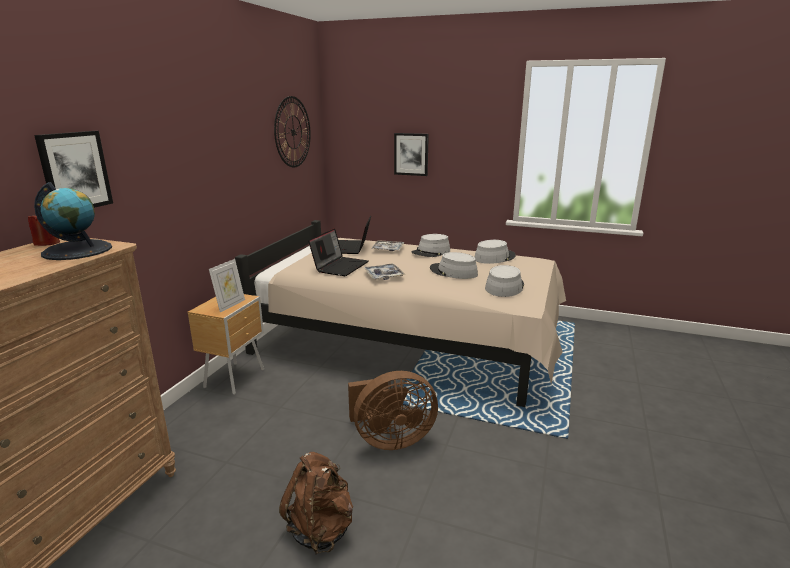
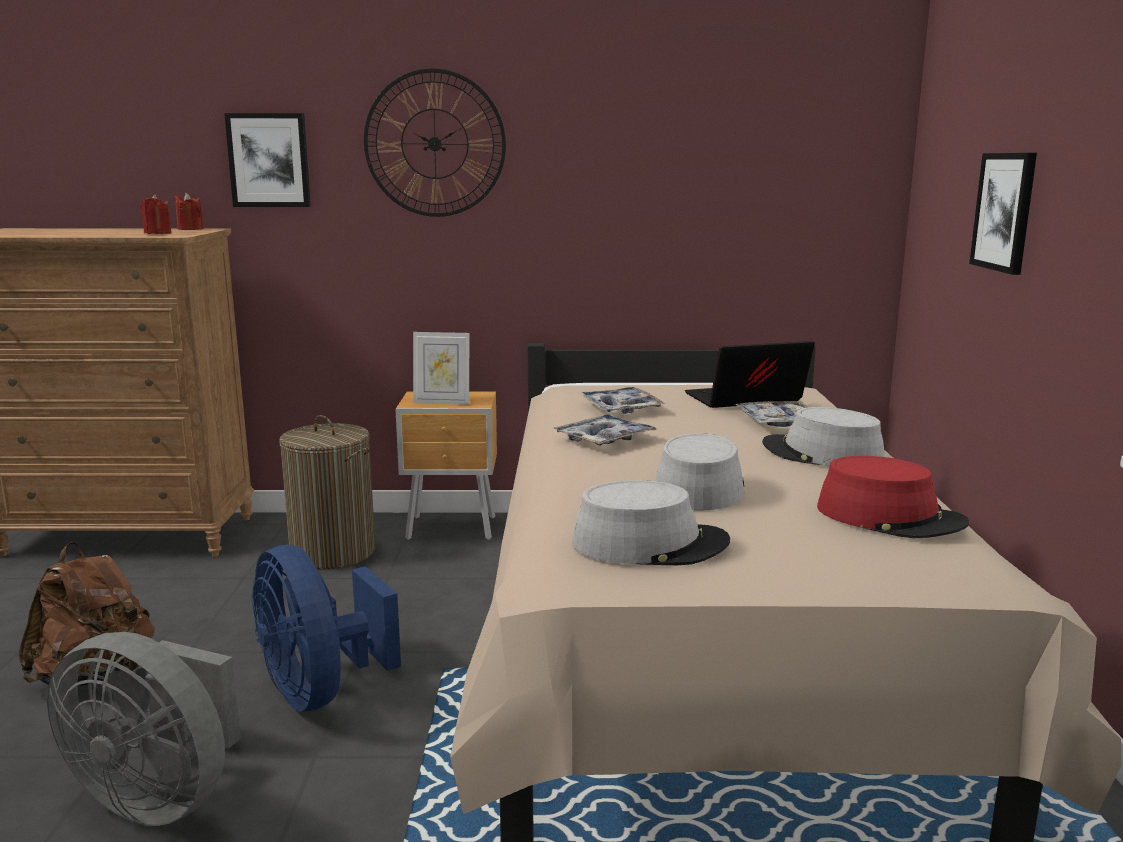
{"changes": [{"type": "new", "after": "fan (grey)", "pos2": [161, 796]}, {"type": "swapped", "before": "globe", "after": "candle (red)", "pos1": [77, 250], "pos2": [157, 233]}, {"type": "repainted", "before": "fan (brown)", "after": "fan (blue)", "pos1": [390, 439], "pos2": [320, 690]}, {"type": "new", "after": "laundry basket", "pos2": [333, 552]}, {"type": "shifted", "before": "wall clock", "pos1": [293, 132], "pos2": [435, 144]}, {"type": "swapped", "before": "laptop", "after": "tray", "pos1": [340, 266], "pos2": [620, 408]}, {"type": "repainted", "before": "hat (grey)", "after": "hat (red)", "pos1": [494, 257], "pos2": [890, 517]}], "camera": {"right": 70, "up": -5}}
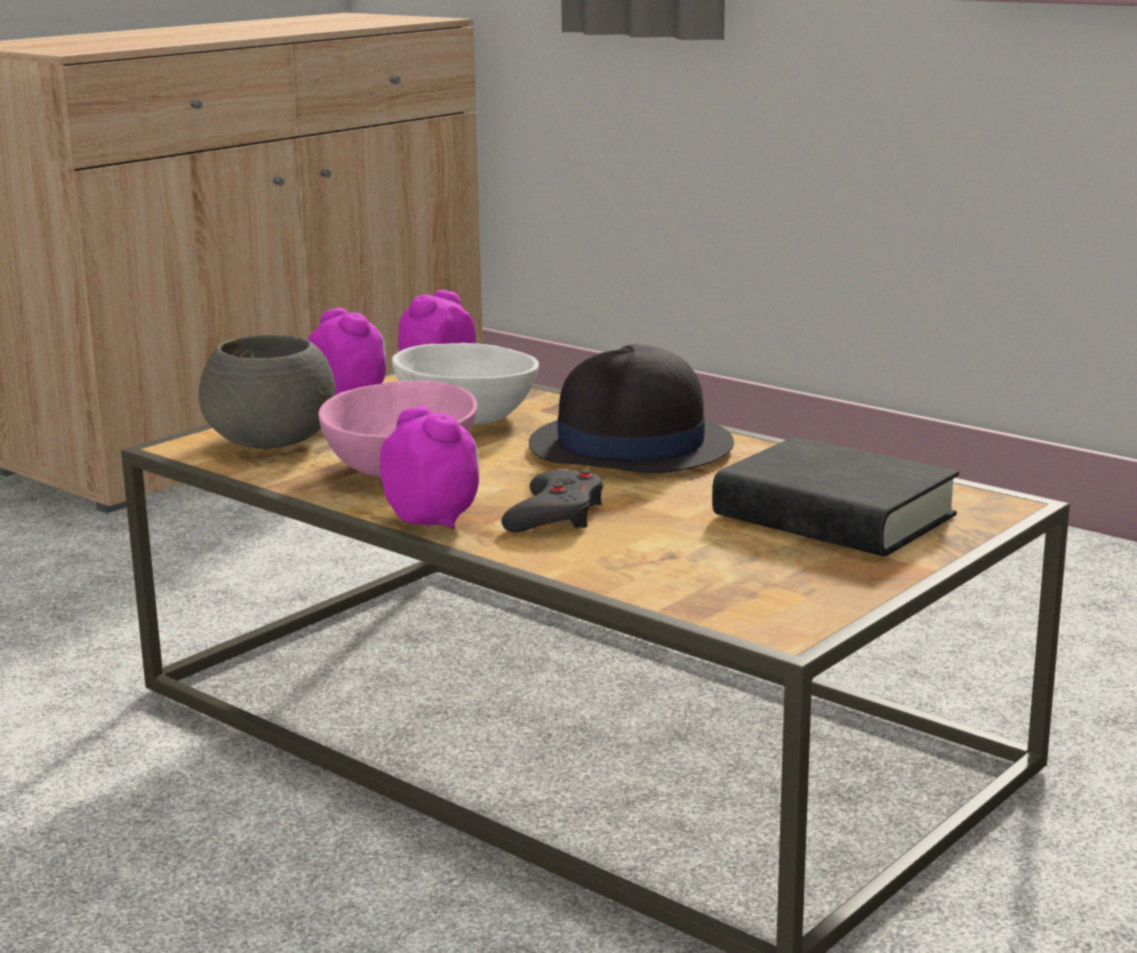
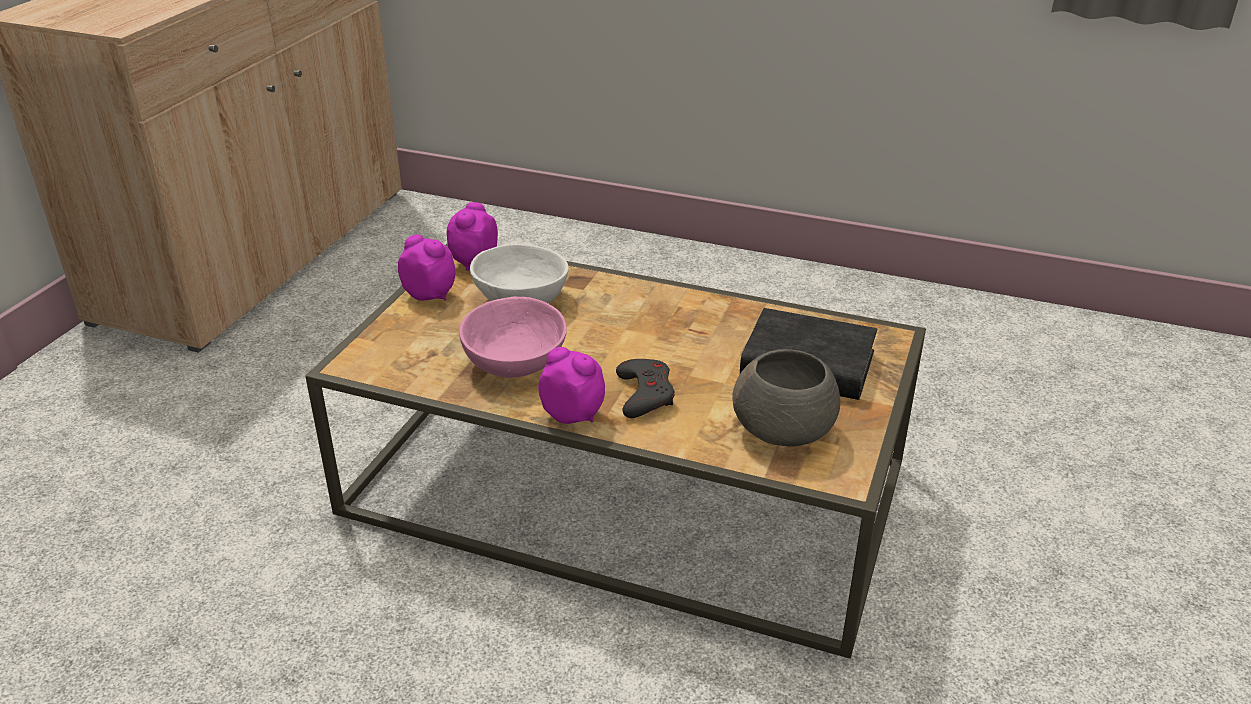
{"changes": [{"type": "shifted", "before": "bowl (grey)", "pos1": [271, 442], "pos2": [784, 431]}, {"type": "gone", "before": "hat (black)", "pos1": [631, 448]}], "camera": {"right": -20, "up": 15}}
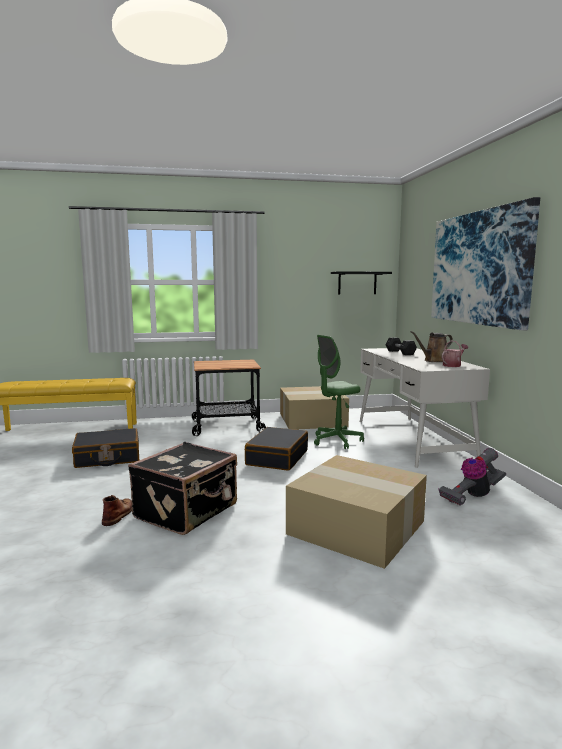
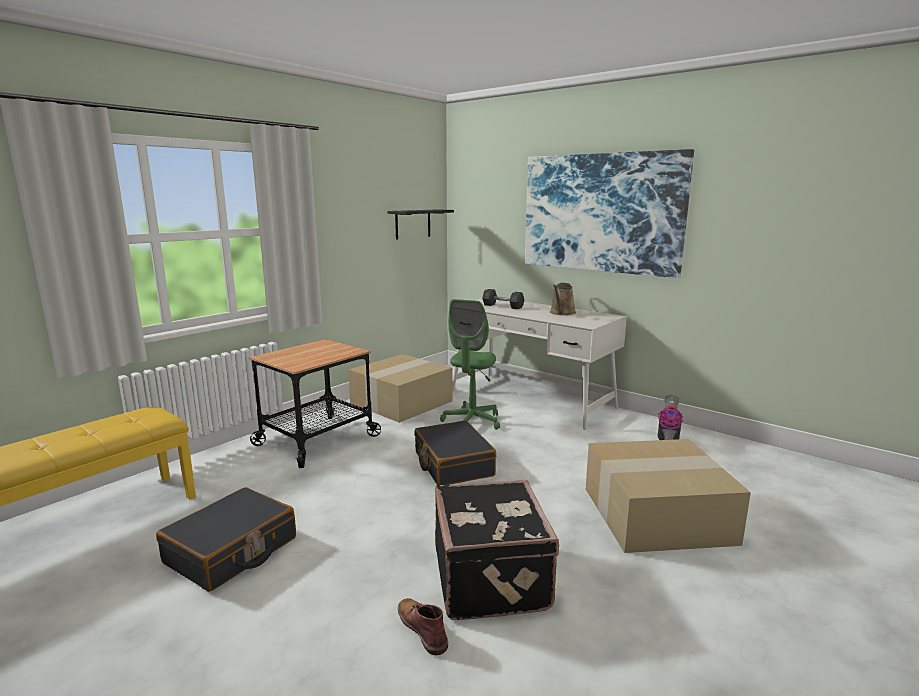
{"changes": [{"type": "gone", "before": "watering can", "pos1": [453, 365]}], "camera": {"right": -40, "up": 5}}
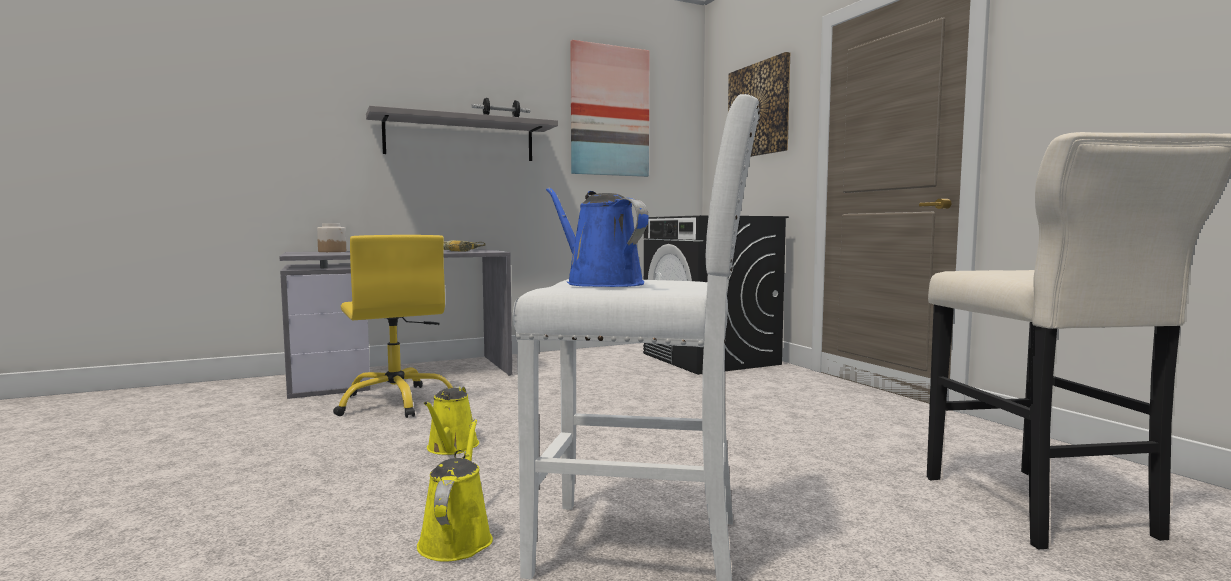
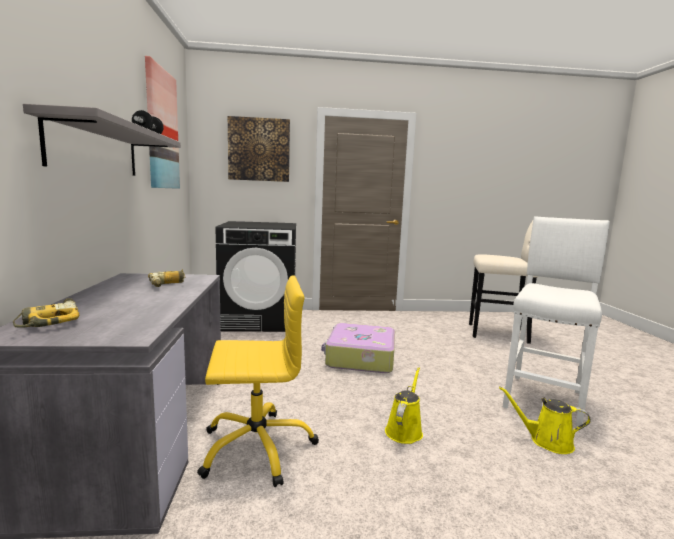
{"changes": [{"type": "swapped", "before": "jar", "after": "power drill", "pos1": [332, 251], "pos2": [49, 321]}, {"type": "new", "after": "suitcase", "pos2": [360, 358]}, {"type": "rotated", "before": "watering can (yellow)", "pos1": [451, 448], "pos2": [404, 430], "turn": -90}, {"type": "gone", "before": "watering can (blue)", "pos1": [599, 284]}], "camera": {"right": -70, "up": 5}}
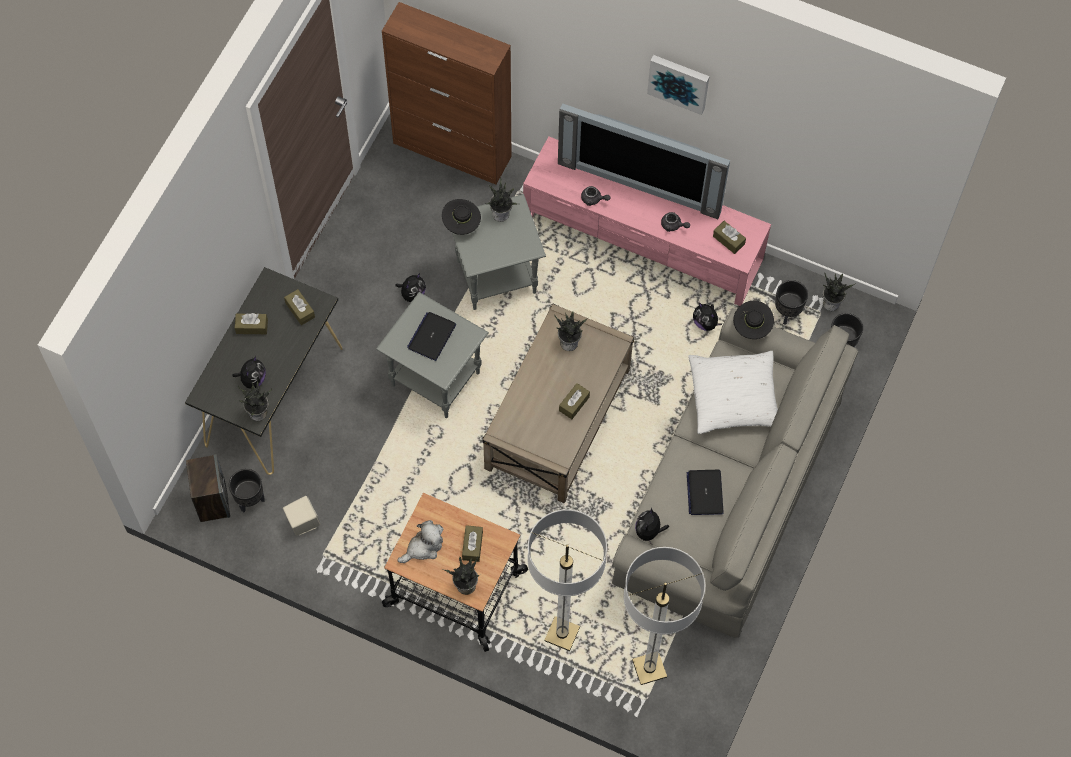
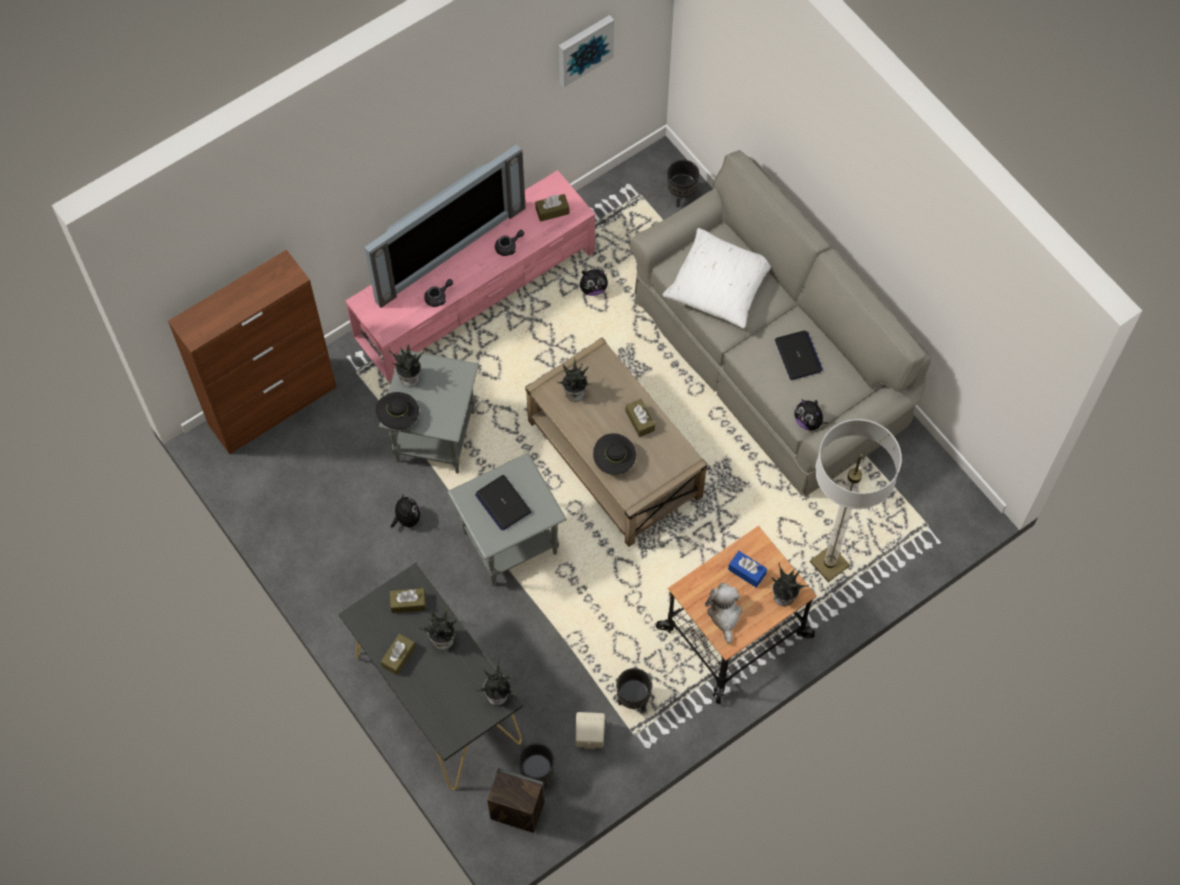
{"changes": [{"type": "shifted", "before": "potted plant", "pos1": [831, 303], "pos2": [442, 639]}, {"type": "shifted", "before": "picture", "pos1": [679, 82], "pos2": [584, 48]}, {"type": "shifted", "before": "hat (black)", "pos1": [752, 327], "pos2": [614, 461]}, {"type": "shifted", "before": "planter (black)", "pos1": [787, 312], "pos2": [632, 700]}, {"type": "repainted", "before": "tissue box (brown)", "after": "tissue box (blue)", "pos1": [472, 546], "pos2": [747, 571]}, {"type": "rotated", "before": "laptop", "pos1": [705, 492], "pos2": [798, 356], "turn": -135}, {"type": "gone", "before": "plush toy", "pos1": [252, 379]}, {"type": "gone", "before": "floor lamp", "pos1": [649, 668]}], "camera": {"right": -60, "up": 0}}
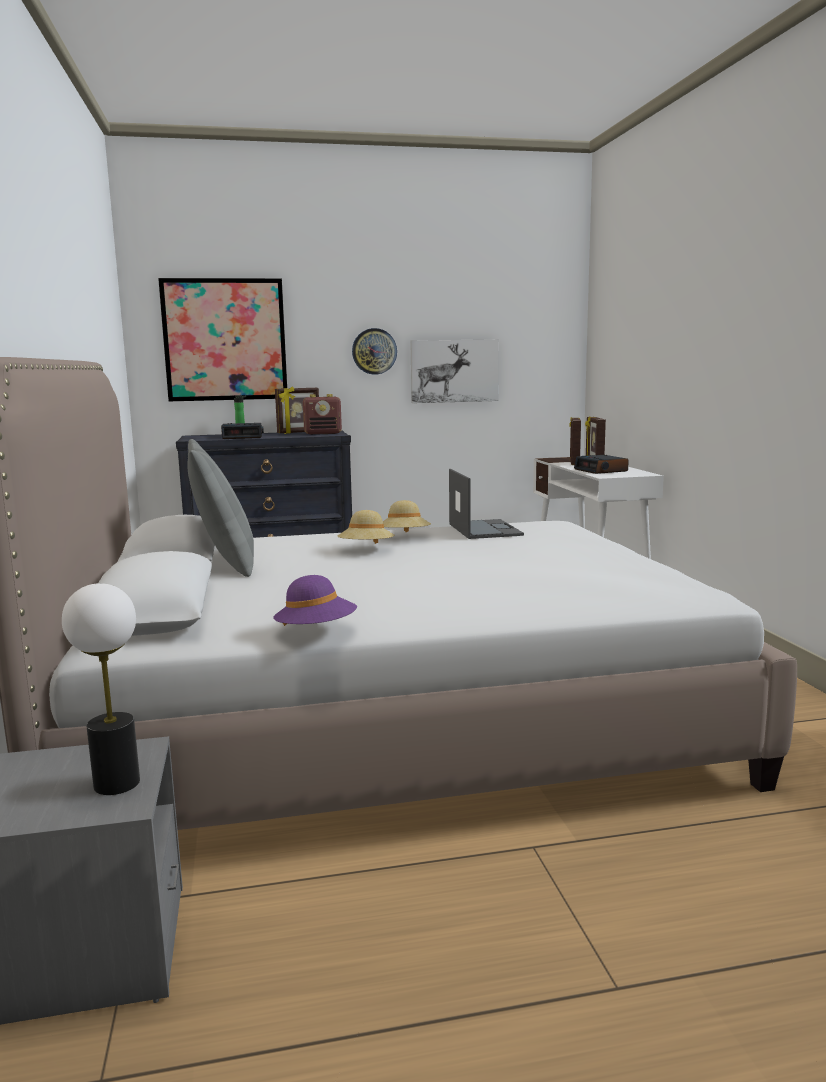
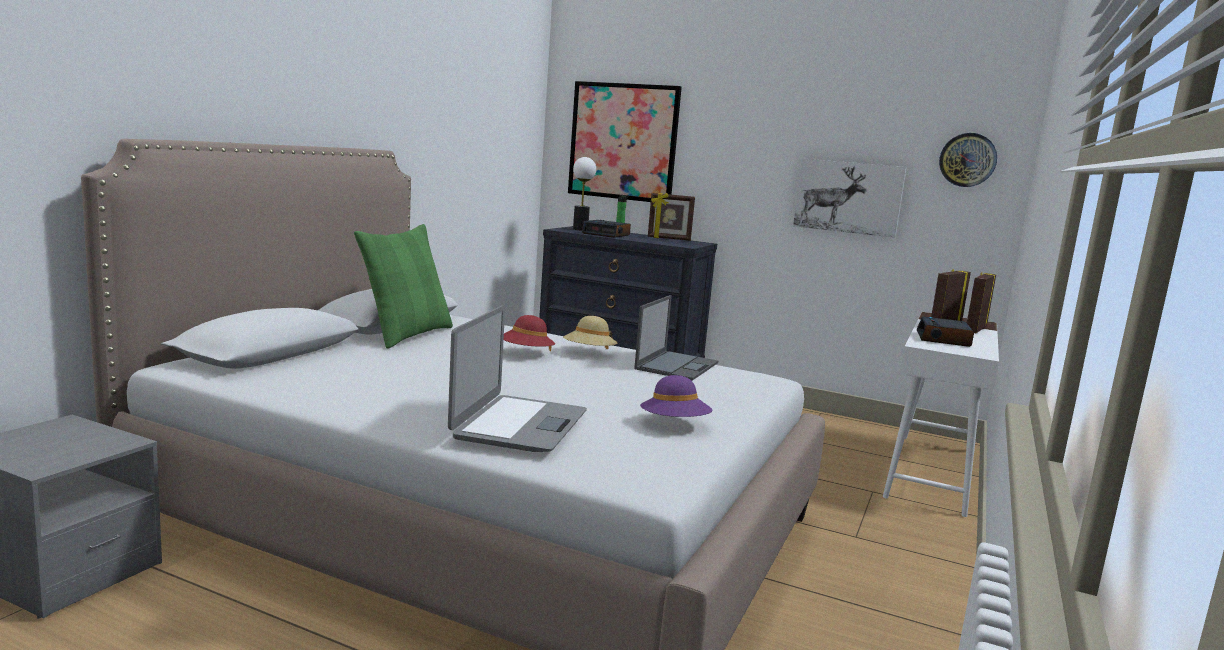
{"changes": [{"type": "repainted", "before": "pillow (grey)", "after": "pillow (green)", "pos1": [225, 563], "pos2": [407, 335]}, {"type": "new", "after": "laptop", "pos2": [519, 425]}, {"type": "repainted", "before": "hat (beige)", "after": "hat (red)", "pos1": [366, 549], "pos2": [526, 353]}, {"type": "shifted", "before": "table lamp", "pos1": [117, 783], "pos2": [580, 229]}, {"type": "shifted", "before": "hat (purple)", "pos1": [316, 632], "pos2": [674, 424]}, {"type": "shifted", "before": "wall clock", "pos1": [374, 351], "pos2": [967, 160]}, {"type": "gone", "before": "radio", "pos1": [323, 433]}], "camera": {"right": 35, "up": 0}}
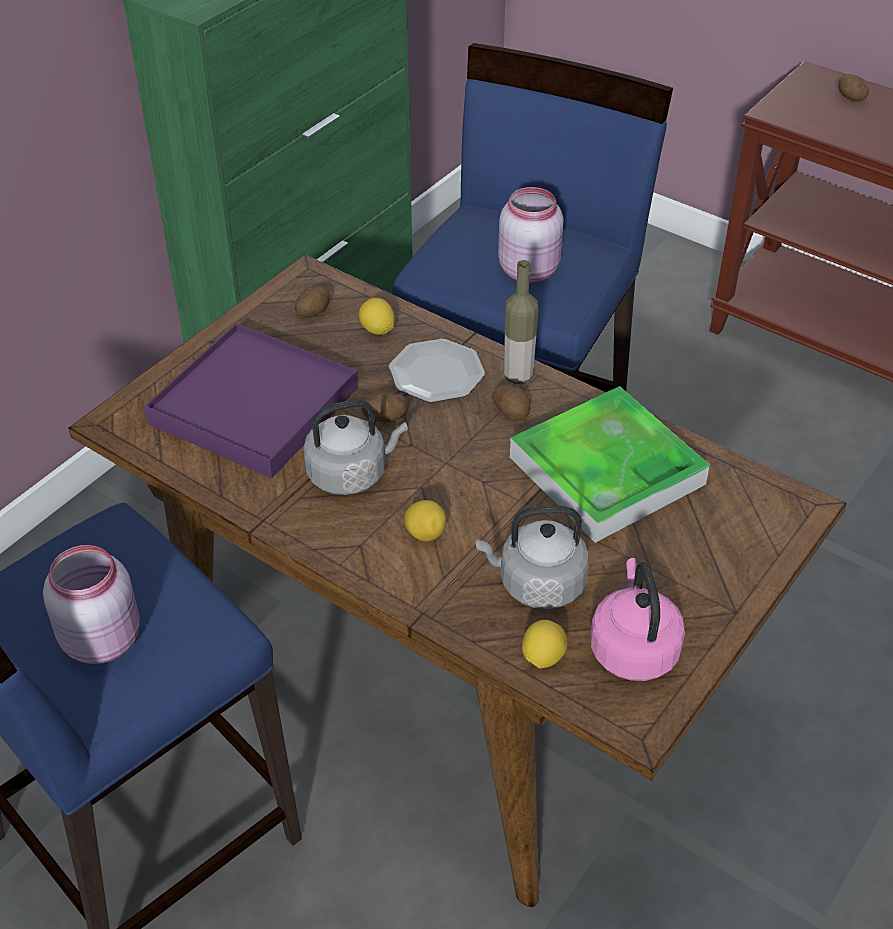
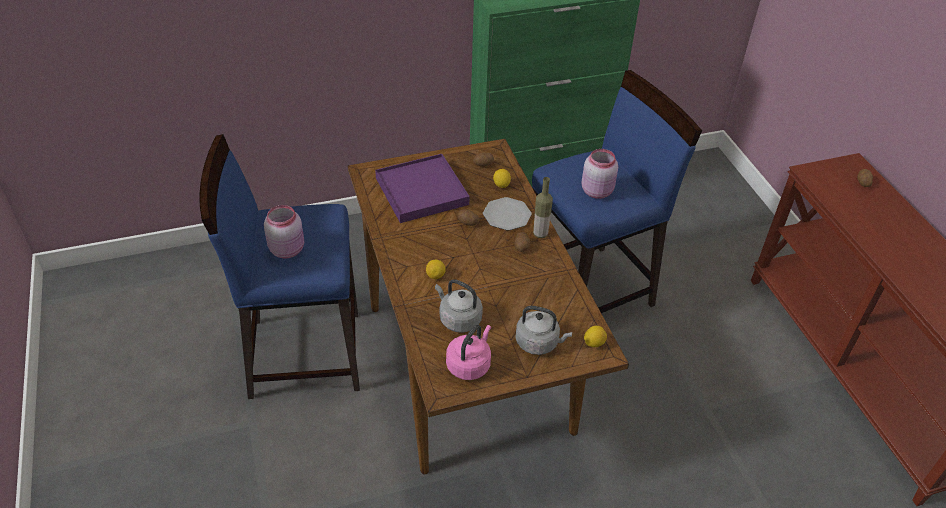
{"changes": [{"type": "shifted", "before": "kettle (grey)", "pos1": [351, 473], "pos2": [539, 343]}, {"type": "shifted", "before": "lemon", "pos1": [543, 657], "pos2": [594, 343]}, {"type": "gone", "before": "tray", "pos1": [606, 470]}], "camera": {"right": 35, "up": 0}}
